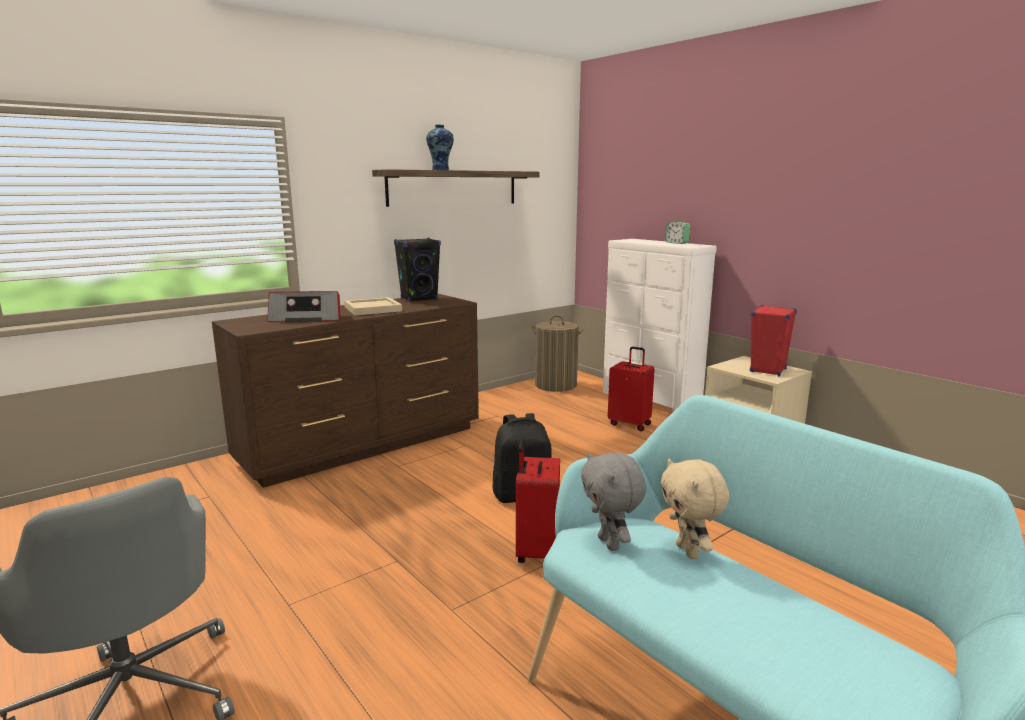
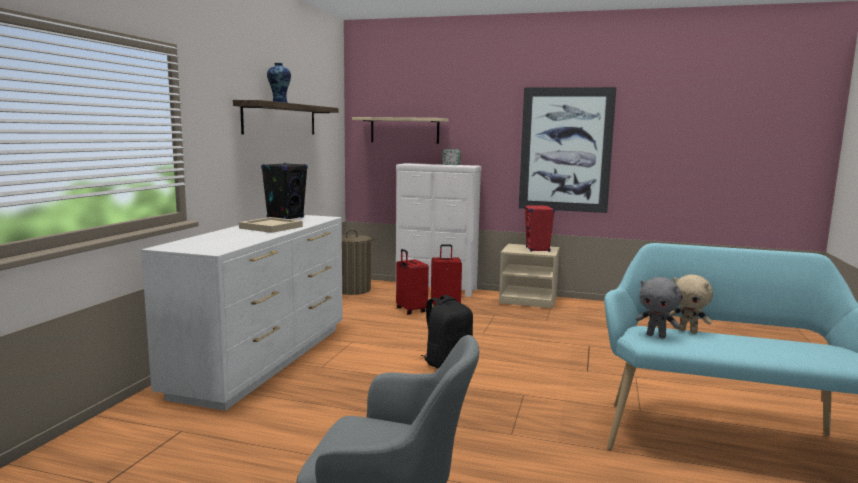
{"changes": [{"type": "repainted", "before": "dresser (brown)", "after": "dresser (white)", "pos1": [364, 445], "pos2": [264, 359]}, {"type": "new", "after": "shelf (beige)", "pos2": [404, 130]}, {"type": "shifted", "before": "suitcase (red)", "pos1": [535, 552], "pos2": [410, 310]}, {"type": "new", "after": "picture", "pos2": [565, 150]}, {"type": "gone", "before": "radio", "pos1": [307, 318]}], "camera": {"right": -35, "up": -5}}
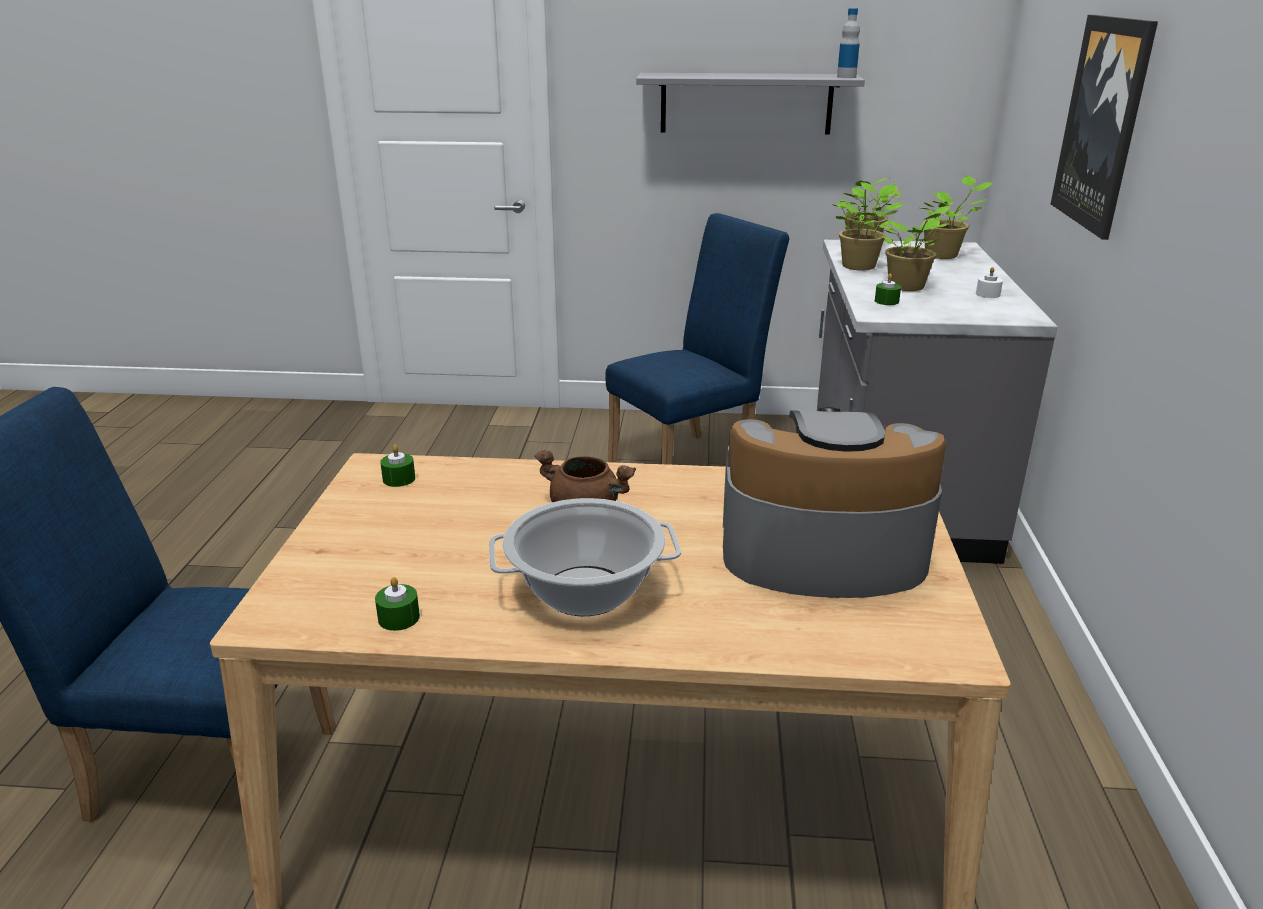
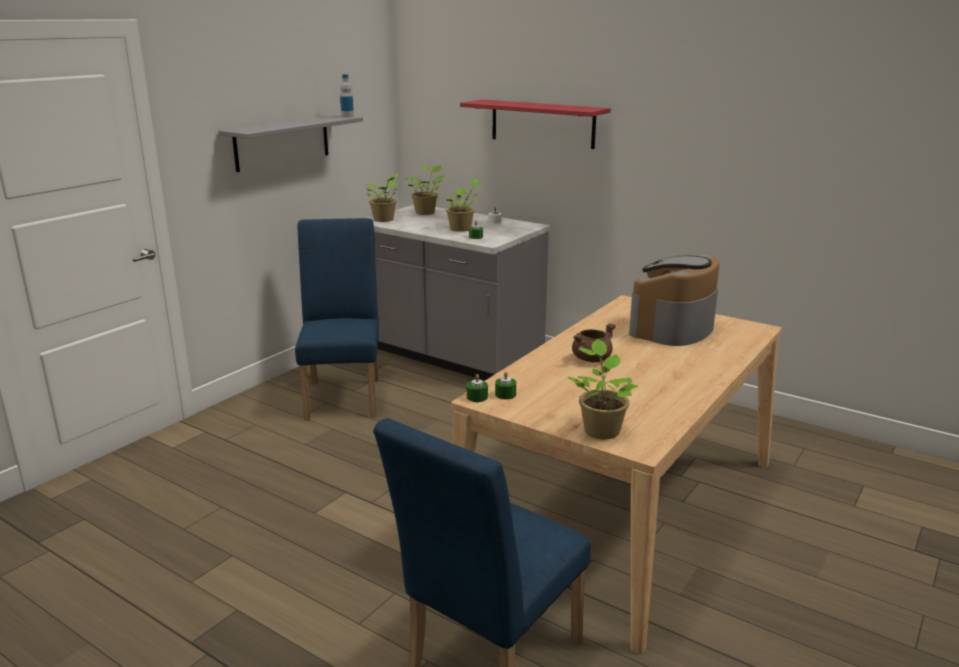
{"changes": [{"type": "swapped", "before": "picture", "after": "shelf (red)", "pos1": [1103, 123], "pos2": [542, 123]}, {"type": "shifted", "before": "candle (green)", "pos1": [399, 618], "pos2": [477, 397]}, {"type": "shifted", "before": "potted plant", "pos1": [860, 266], "pos2": [600, 430]}, {"type": "gone", "before": "cooking pot", "pos1": [586, 591]}], "camera": {"right": -60, "up": -5}}
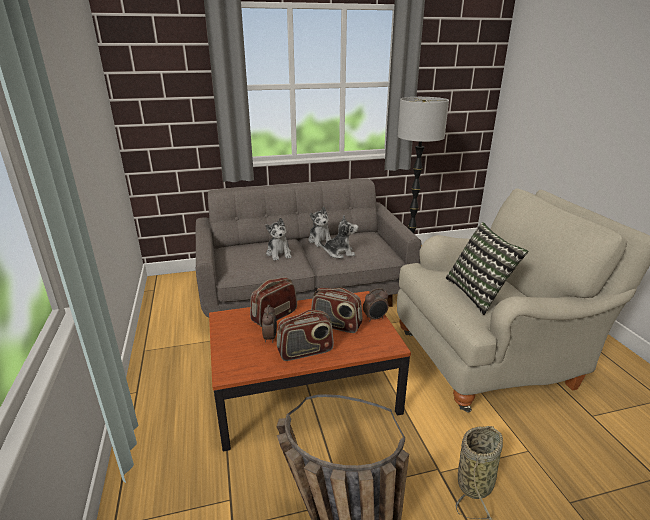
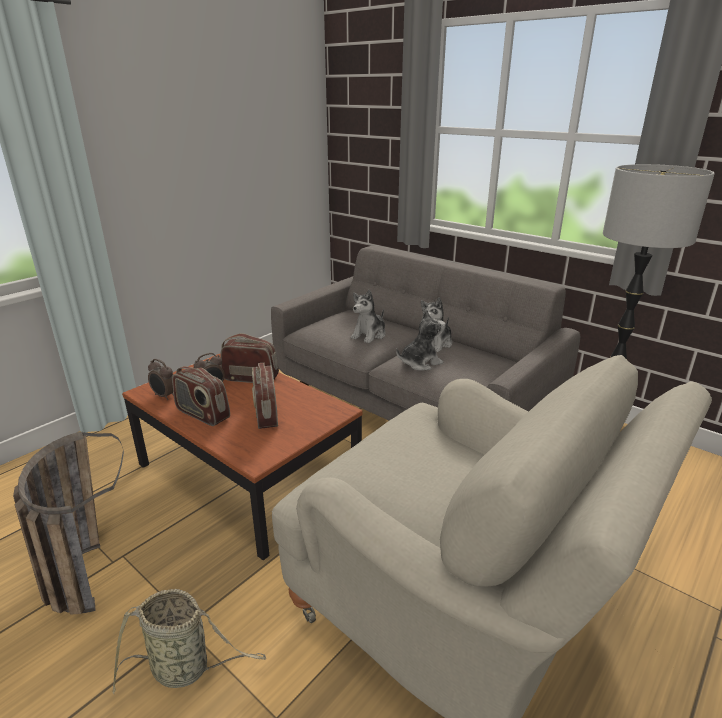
{"changes": [{"type": "shifted", "before": "alarm clock", "pos1": [375, 318], "pos2": [164, 396]}, {"type": "rotated", "before": "plush toy", "pos1": [339, 253], "pos2": [420, 363], "turn": -75}, {"type": "gone", "before": "pillow", "pos1": [478, 293]}], "camera": {"right": 55, "up": 0}}
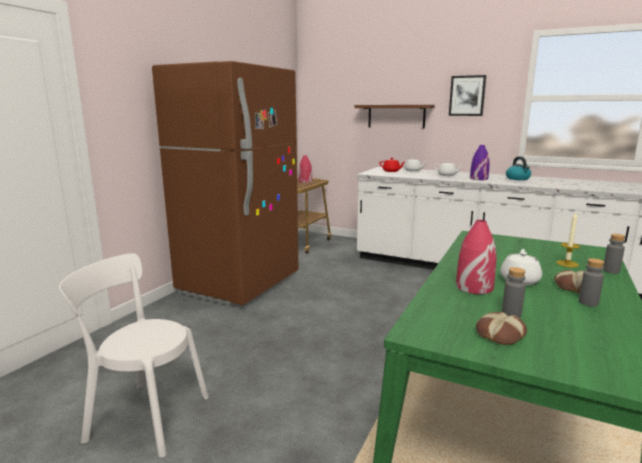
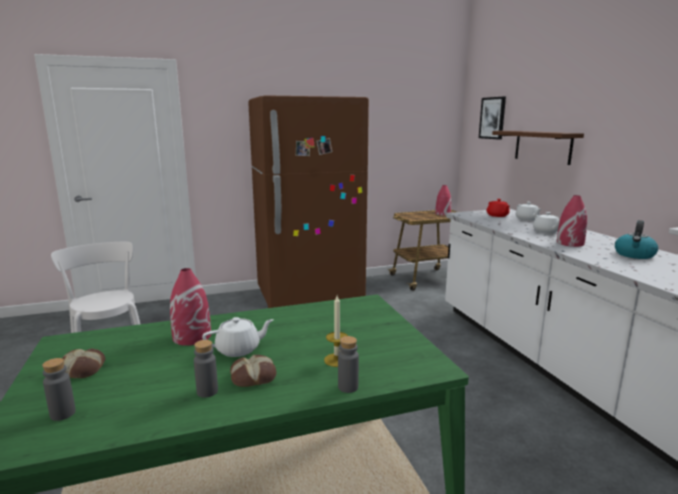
{"changes": [{"type": "shifted", "before": "bottle (grey)", "pos1": [511, 314], "pos2": [63, 414]}, {"type": "shifted", "before": "picture", "pos1": [467, 96], "pos2": [492, 118]}, {"type": "repainted", "before": "vase (purple)", "after": "vase (red)", "pos1": [478, 178], "pos2": [570, 243]}], "camera": {"right": 45, "up": 0}}
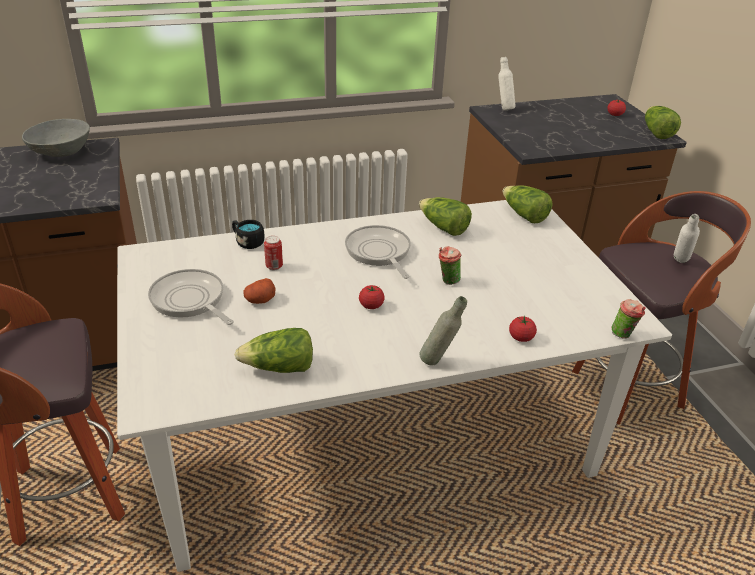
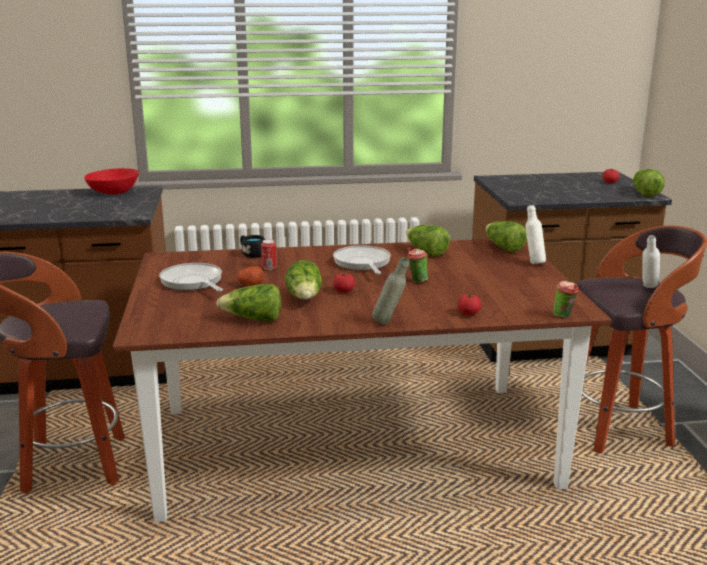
{"changes": [{"type": "repainted", "before": "bowl (grey)", "after": "bowl (red)", "pos1": [62, 151], "pos2": [114, 192]}, {"type": "repainted", "before": "dining table (white)", "after": "dining table (brown)", "pos1": [371, 439], "pos2": [352, 448]}, {"type": "new", "after": "lettuce", "pos2": [305, 298]}, {"type": "shifted", "before": "bottle (white)", "pos1": [503, 108], "pos2": [533, 263]}], "camera": {"right": 10, "up": -15}}
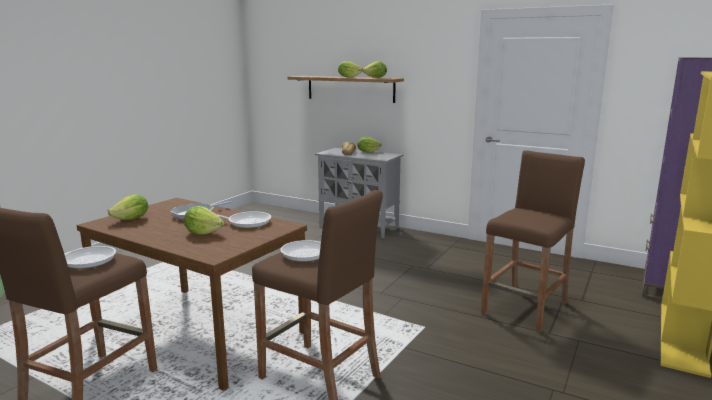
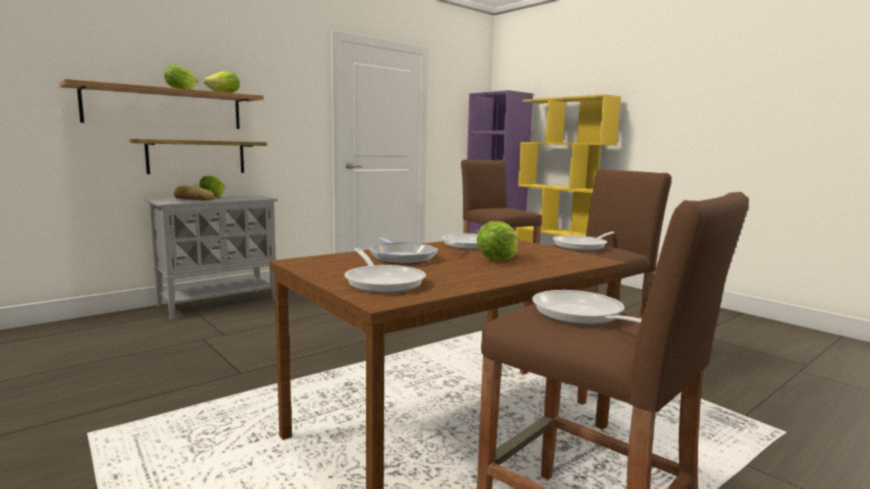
{"changes": [{"type": "new", "after": "shelf", "pos2": [197, 157]}, {"type": "swapped", "before": "lettuce", "after": "frying pan", "pos1": [132, 219], "pos2": [383, 282]}], "camera": {"right": -70, "up": -5}}
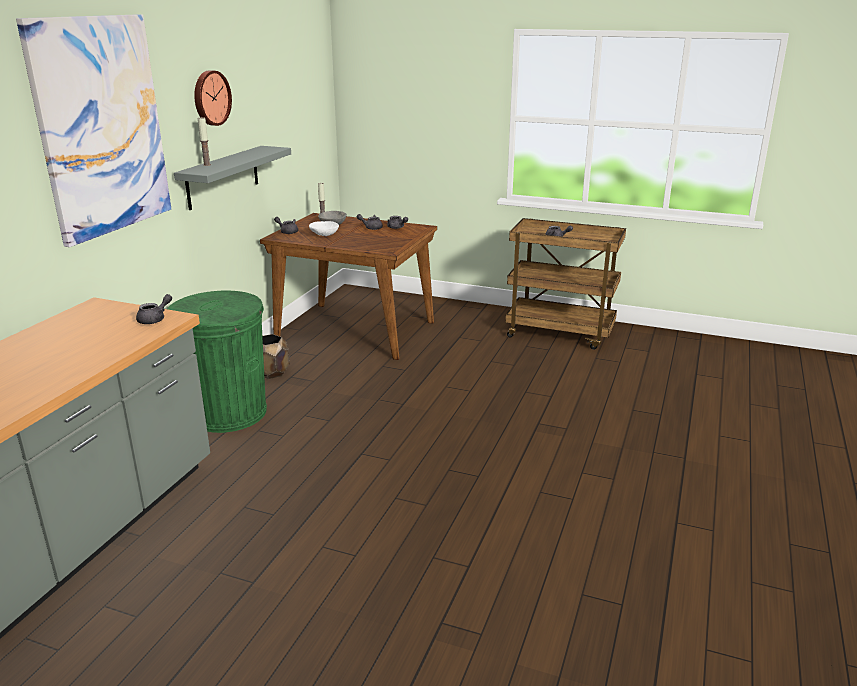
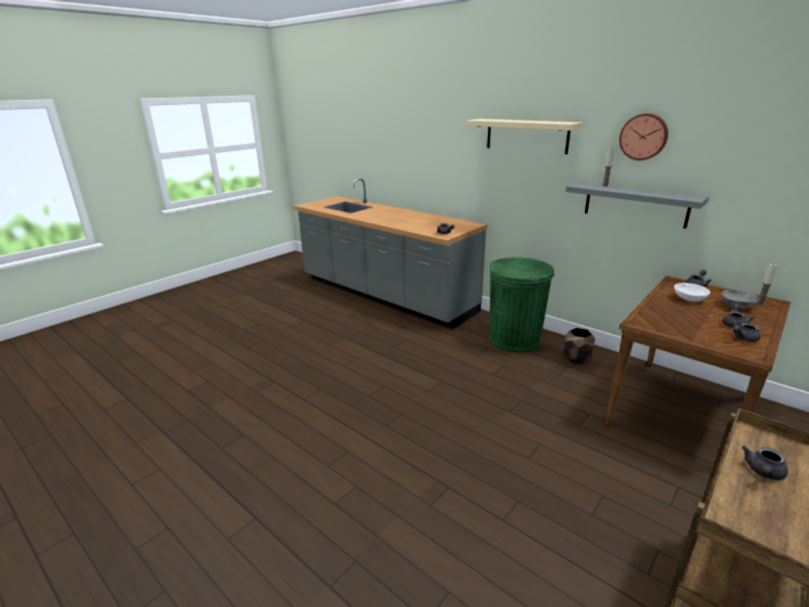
{"changes": [{"type": "swapped", "before": "picture", "after": "shelf (beige)", "pos1": [101, 127], "pos2": [526, 135]}], "camera": {"right": 110, "up": 0}}
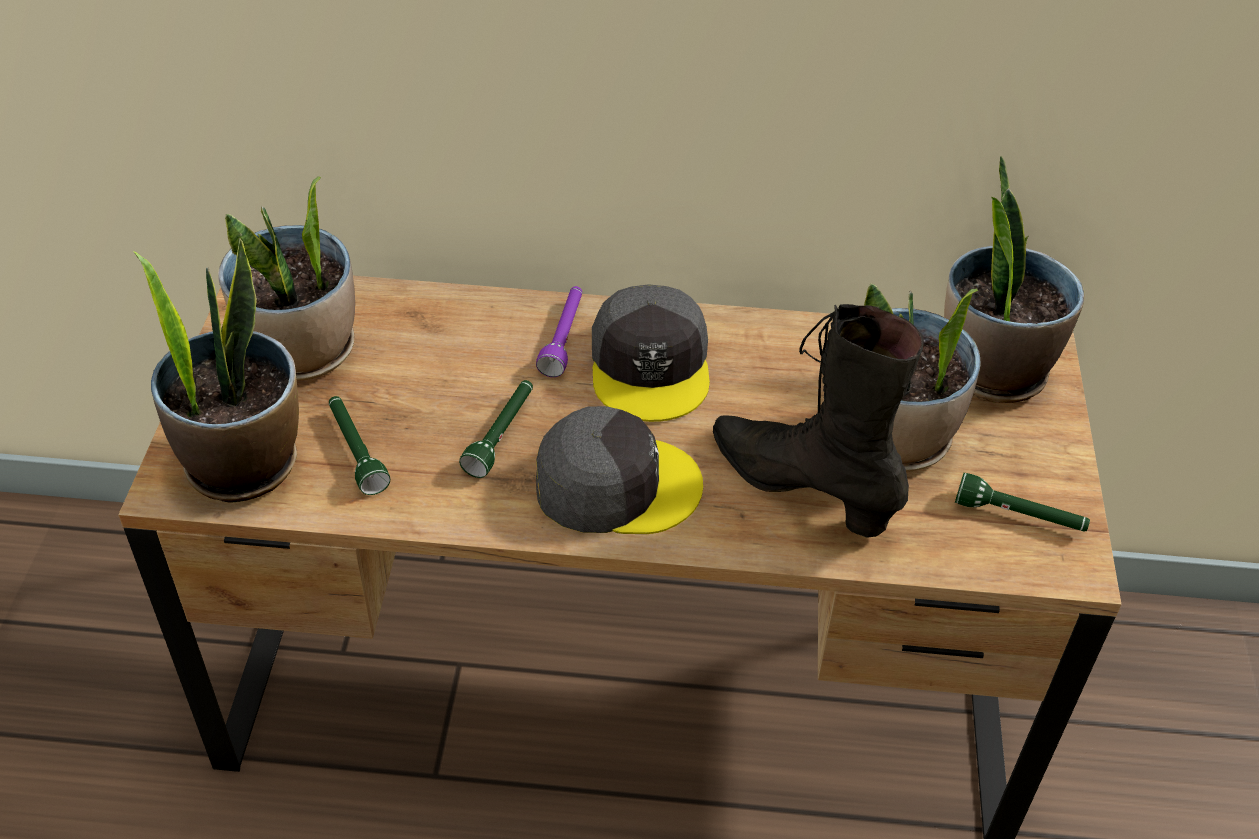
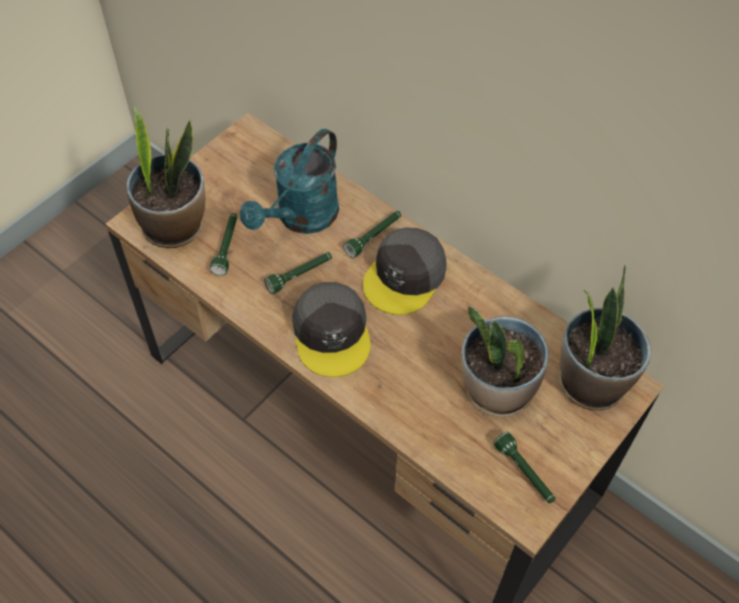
{"changes": [{"type": "new", "after": "watering can (turquoise)", "pos2": [301, 218]}, {"type": "rotated", "before": "cap (grey)", "pos1": [615, 484], "pos2": [332, 333], "turn": 45}, {"type": "repainted", "before": "flashlight (purple)", "after": "flashlight (green)", "pos1": [564, 338], "pos2": [374, 237]}, {"type": "gone", "before": "potted plant", "pos1": [303, 352]}, {"type": "gone", "before": "boot (black)", "pos1": [802, 487]}], "camera": {"right": 35, "up": 10}}
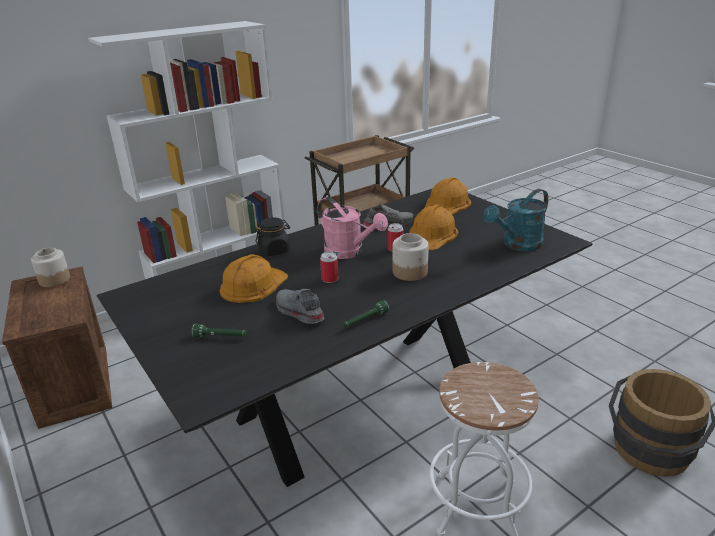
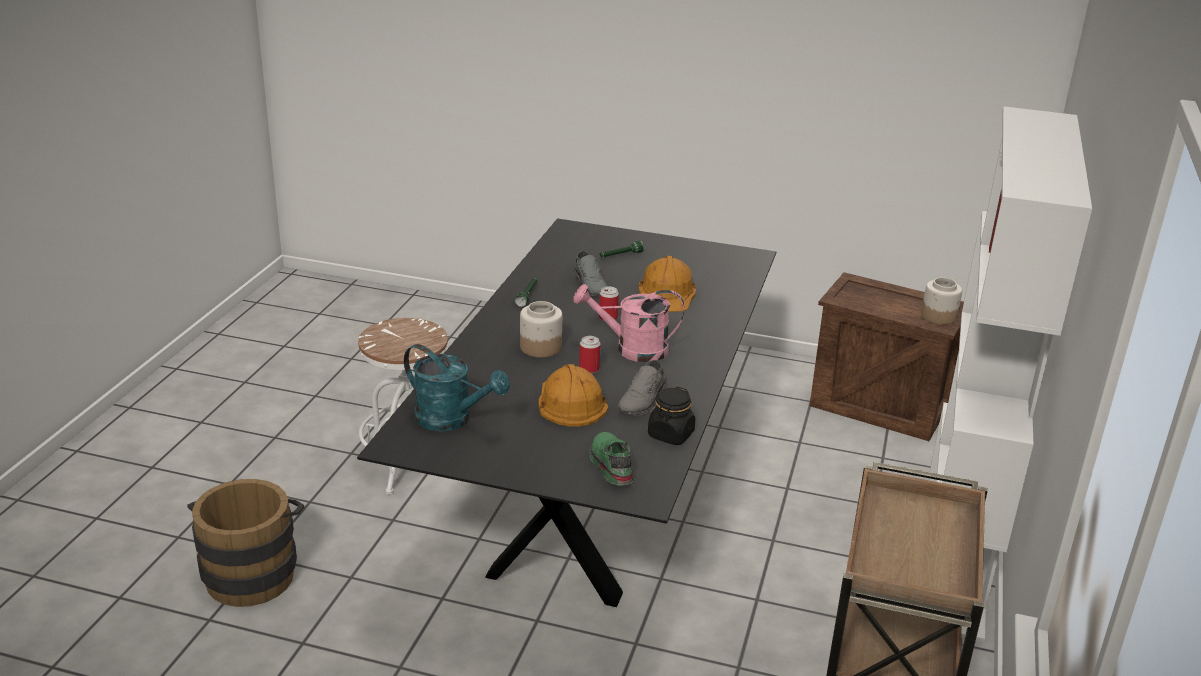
{"changes": [{"type": "rotated", "before": "watering can (turquoise)", "pos1": [517, 245], "pos2": [452, 420], "turn": 105}, {"type": "rotated", "before": "shoe (grey)", "pos1": [298, 312], "pos2": [591, 285], "turn": 60}, {"type": "swapped", "before": "hard hat (orange)", "after": "shoe (green)", "pos1": [447, 204], "pos2": [610, 466]}, {"type": "shifted", "before": "jar (black)", "pos1": [274, 250], "pos2": [670, 434]}], "camera": {"right": 140, "up": 0}}
